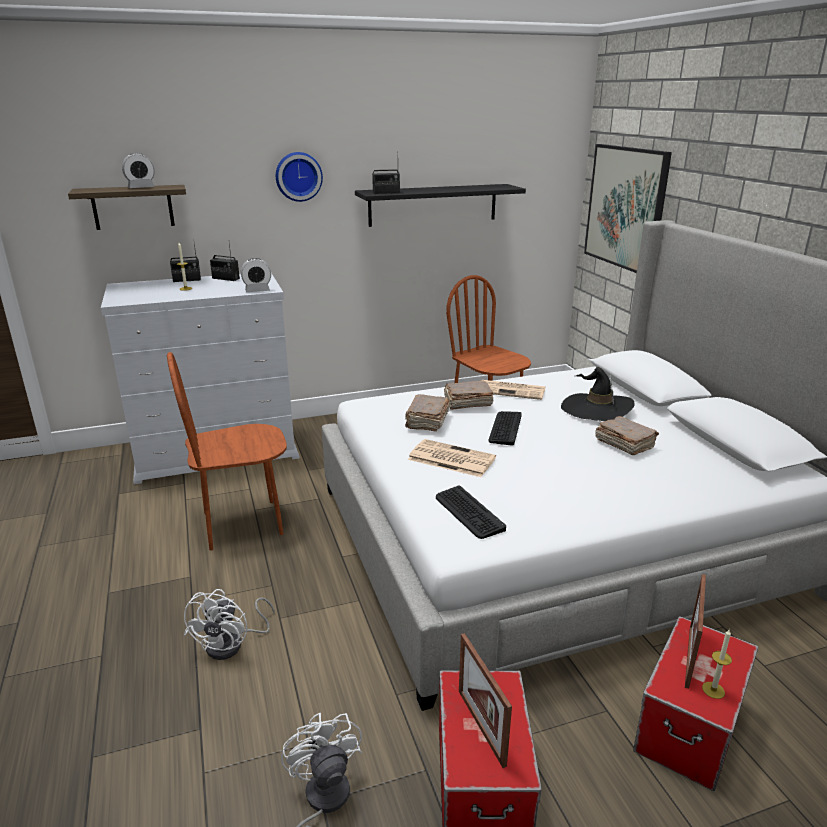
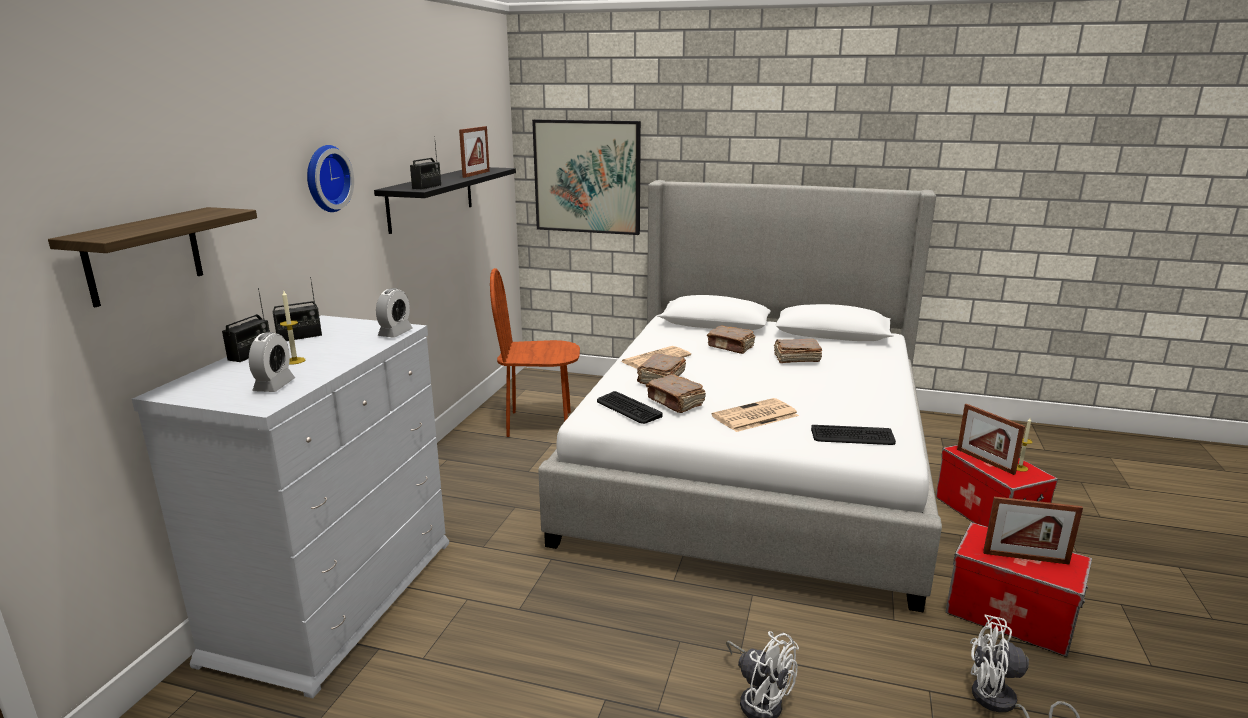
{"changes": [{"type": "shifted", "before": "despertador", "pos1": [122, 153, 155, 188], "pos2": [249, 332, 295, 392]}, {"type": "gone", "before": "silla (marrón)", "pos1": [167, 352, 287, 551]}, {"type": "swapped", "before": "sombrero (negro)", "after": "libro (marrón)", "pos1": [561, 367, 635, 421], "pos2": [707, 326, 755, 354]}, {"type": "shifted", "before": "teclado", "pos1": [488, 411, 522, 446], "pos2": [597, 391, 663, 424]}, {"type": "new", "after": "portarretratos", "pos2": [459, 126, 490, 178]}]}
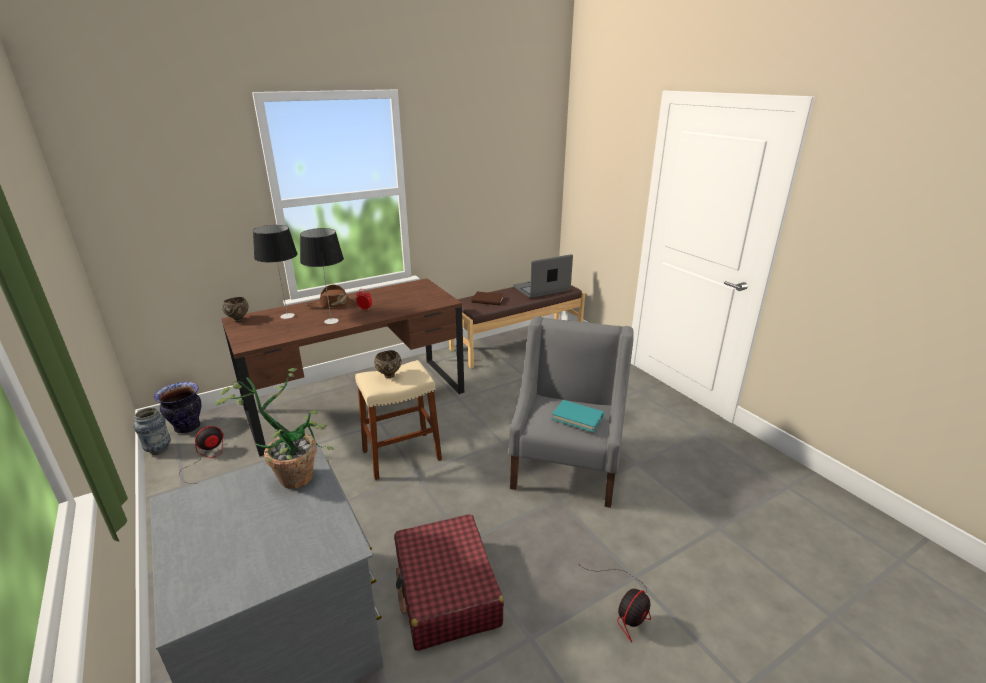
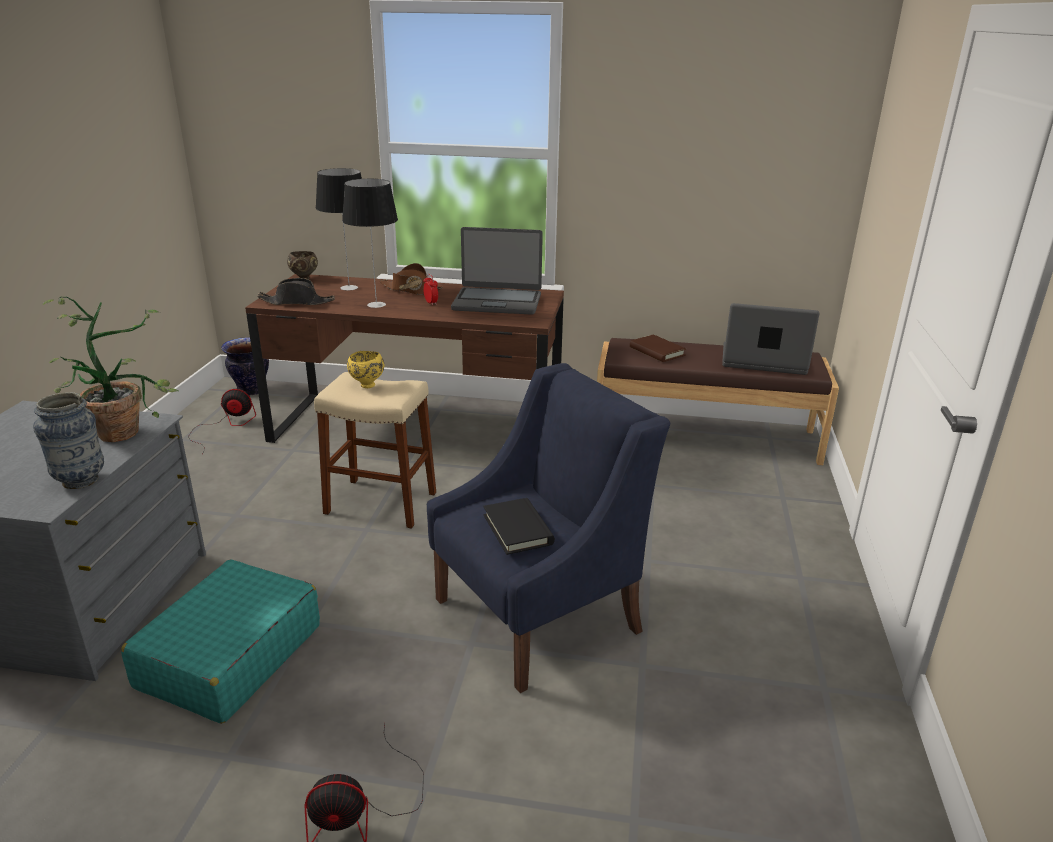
{"changes": [{"type": "repainted", "before": "sillón (gris)", "after": "sillón (azul)", "pos1": [509, 316, 633, 508], "pos2": [427, 363, 670, 693]}, {"type": "repainted", "before": "cuenco (marrón)", "after": "cuenco (amarillo)", "pos1": [374, 350, 402, 378], "pos2": [347, 351, 385, 388]}, {"type": "repainted", "before": "libro (turquesa)", "after": "libro (negro)", "pos1": [552, 400, 604, 432], "pos2": [483, 498, 555, 555]}, {"type": "shifted", "before": "florero", "pos1": [134, 407, 171, 455], "pos2": [33, 392, 104, 489]}, {"type": "repainted", "before": "maleta (rojo)", "after": "maleta (turquesa)", "pos1": [395, 514, 504, 651], "pos2": [121, 559, 320, 724]}, {"type": "new", "after": "portátil", "pos2": [451, 227, 543, 315]}, {"type": "new", "after": "sombrero (negro)", "pos2": [257, 278, 335, 305]}]}
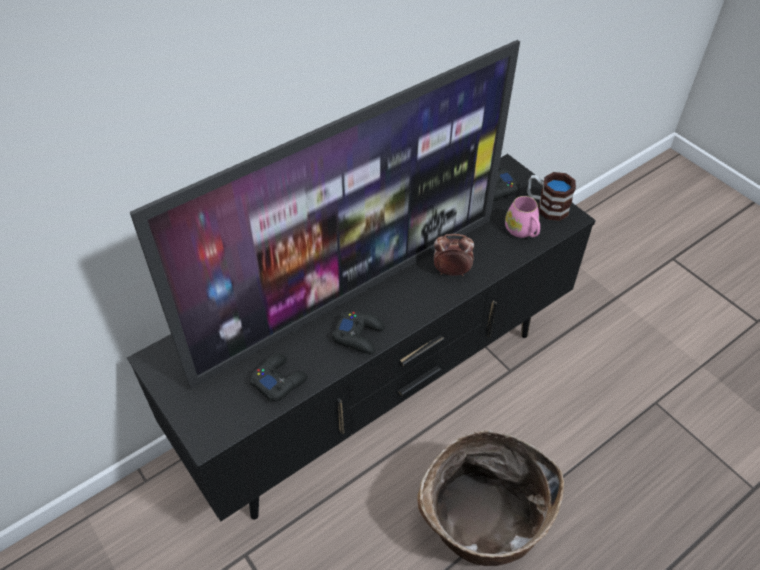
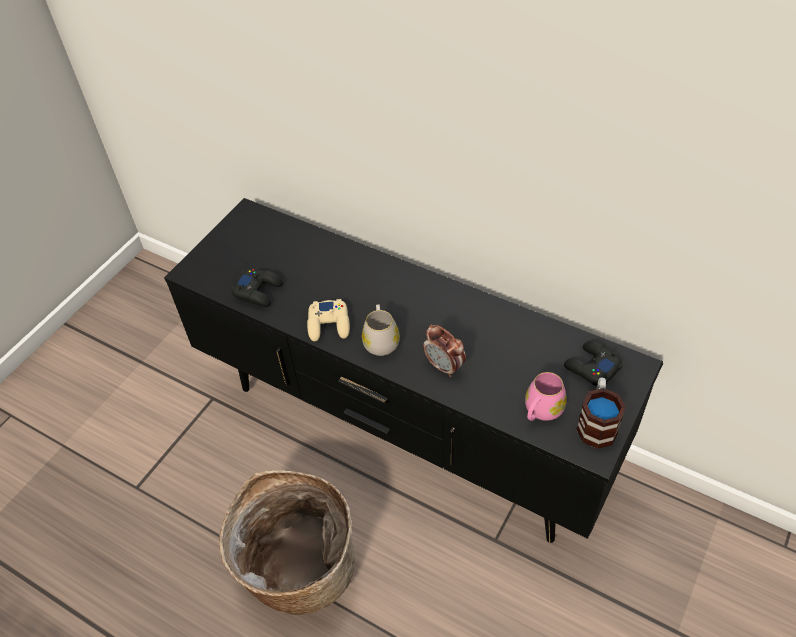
{"changes": [{"type": "gone", "before": "televisor", "pos1": [130, 40, 520, 389]}, {"type": "rotated", "before": "despertador", "pos1": [434, 234, 474, 276], "pos2": [423, 324, 466, 377], "turn": 150}, {"type": "repainted", "before": "mando de consola (negro)", "after": "mando de consola (beis)", "pos1": [332, 311, 384, 354], "pos2": [307, 299, 350, 341]}, {"type": "new", "after": "taza grande (blanco)", "pos2": [362, 305, 400, 356]}]}
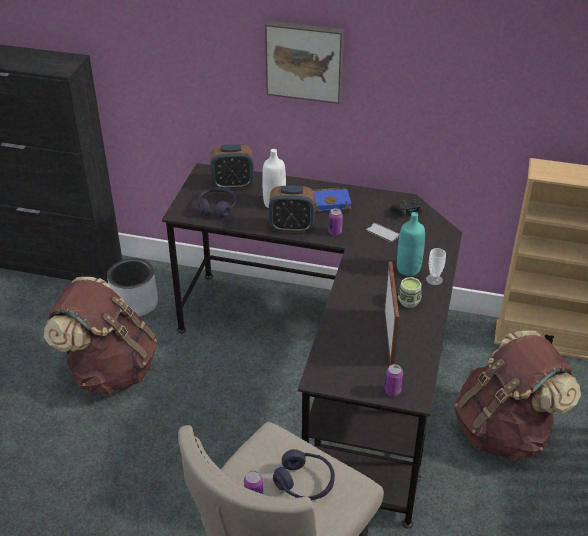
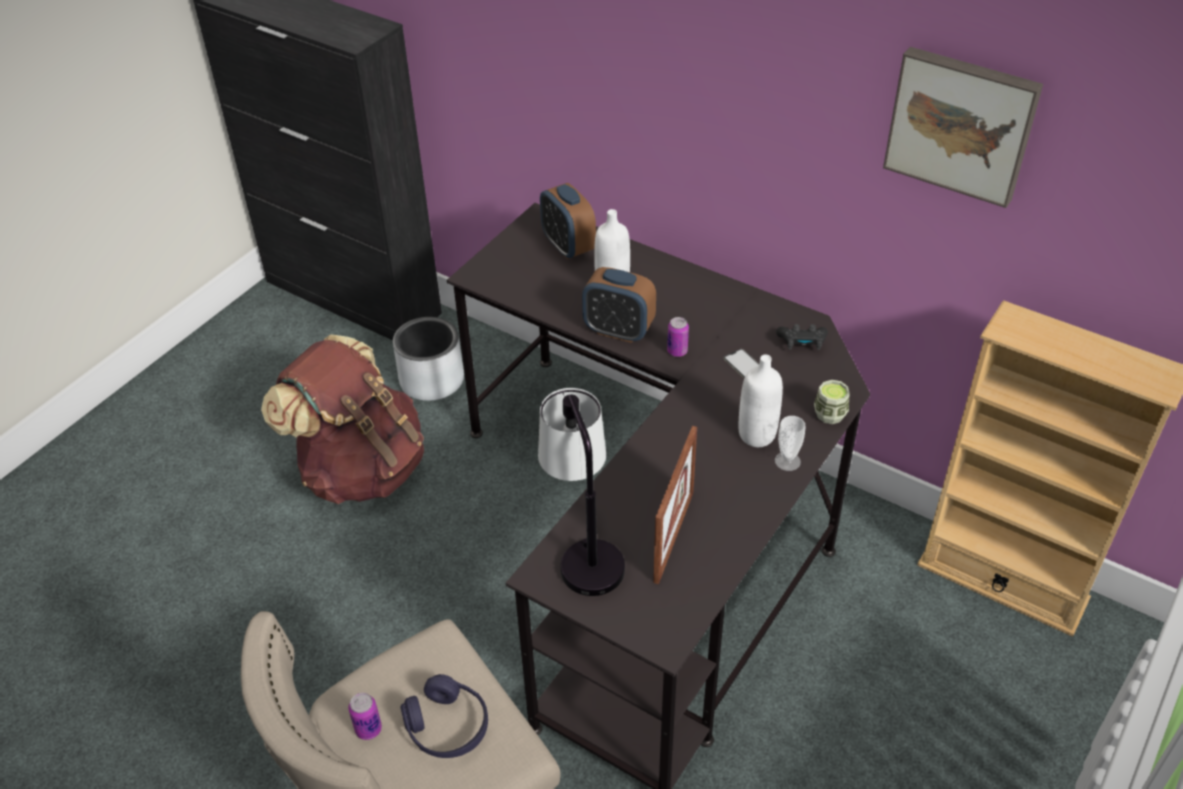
{"changes": [{"type": "shifted", "before": "cuadro", "pos1": [265, 21, 344, 104], "pos2": [883, 47, 1043, 208]}, {"type": "rotated", "before": "despertador", "pos1": [210, 144, 254, 189], "pos2": [540, 183, 596, 259], "turn": 45}, {"type": "gone", "before": "auriculares (morado)", "pos1": [198, 187, 237, 218]}, {"type": "gone", "before": "libro (azul)", "pos1": [312, 187, 351, 213]}, {"type": "repainted", "before": "botella (turquesa)", "after": "botella (blanco)", "pos1": [397, 212, 425, 276], "pos2": [739, 354, 783, 447]}, {"type": "shifted", "before": "taza", "pos1": [398, 277, 422, 308], "pos2": [814, 380, 849, 424]}, {"type": "gone", "before": "mochila (marrón)", "pos1": [454, 331, 581, 461]}, {"type": "gone", "before": "lata", "pos1": [385, 364, 403, 396]}, {"type": "new", "after": "lámpara de mesa", "pos2": [538, 388, 625, 596]}]}
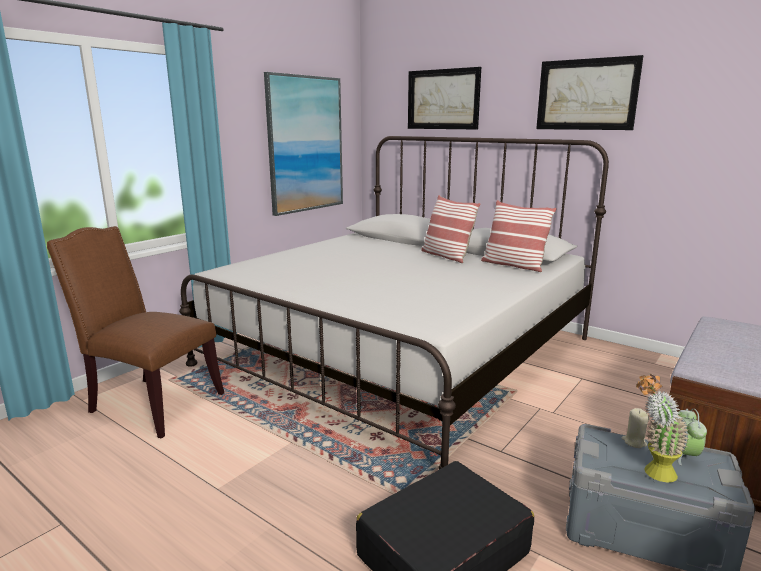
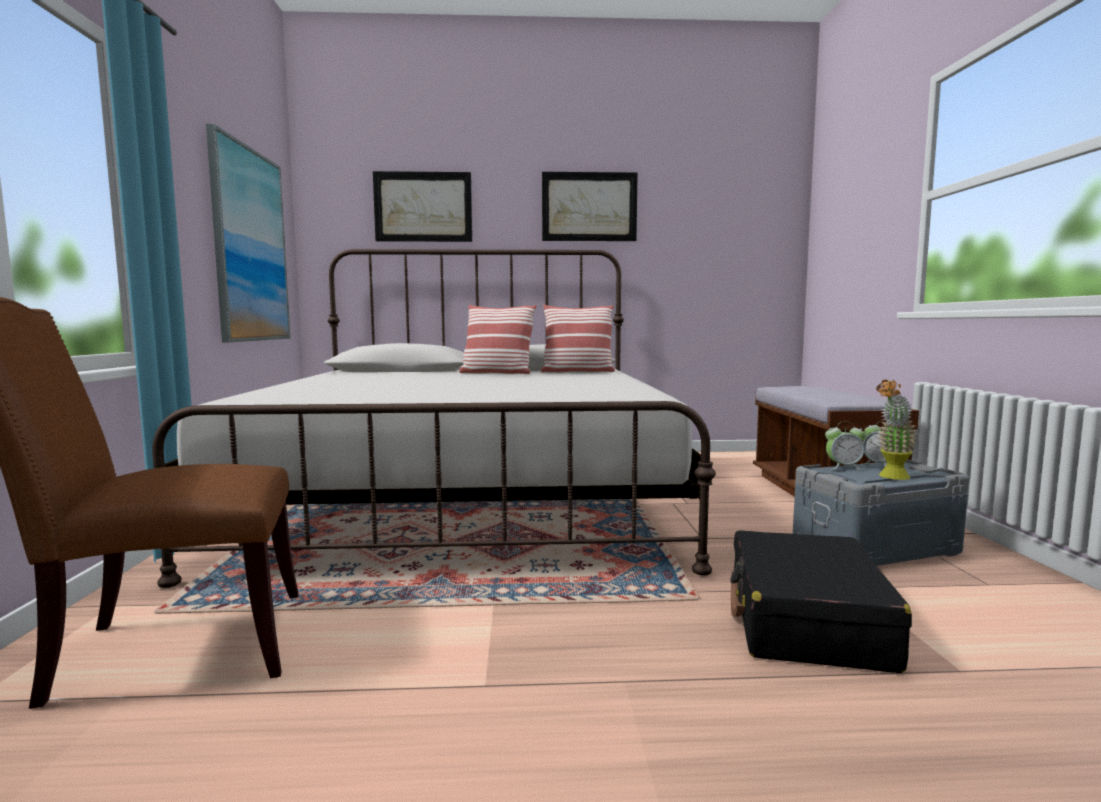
{"changes": [{"type": "swapped", "before": "vela (beis)", "after": "despertador", "pos1": [622, 408, 649, 448], "pos2": [825, 422, 866, 470]}]}
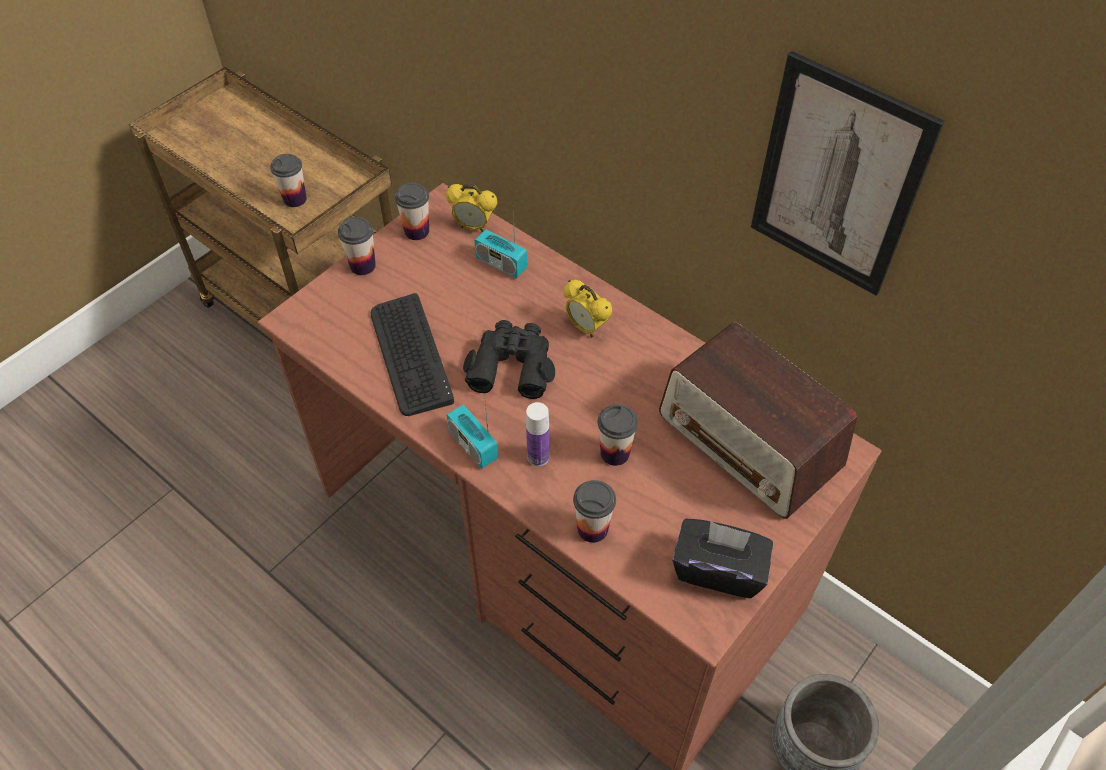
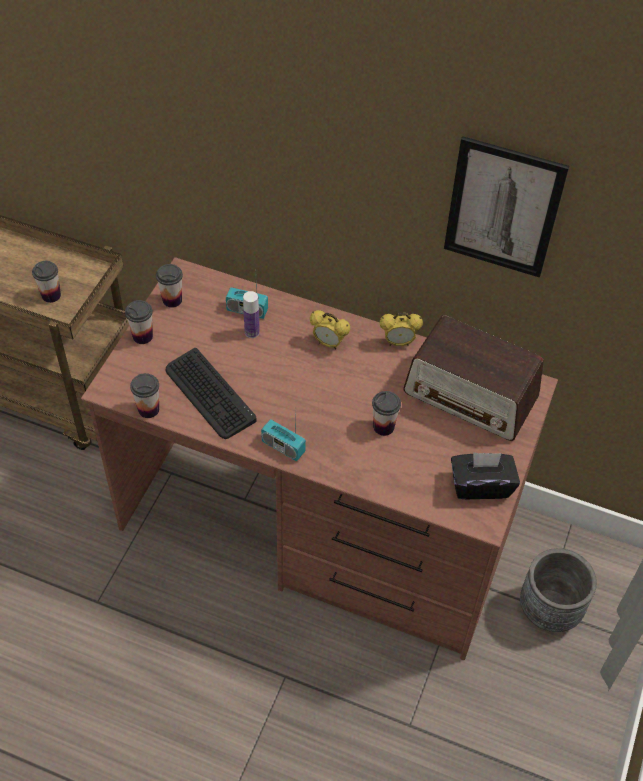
{"changes": [{"type": "shifted", "before": "despertador", "pos1": [446, 184, 498, 232], "pos2": [380, 313, 423, 346]}, {"type": "gone", "before": "prismáticos (negro)", "pos1": [463, 320, 555, 399]}, {"type": "shifted", "before": "botella", "pos1": [526, 402, 549, 466], "pos2": [243, 291, 260, 338]}, {"type": "shifted", "before": "taza", "pos1": [573, 480, 616, 543], "pos2": [130, 373, 159, 418]}]}
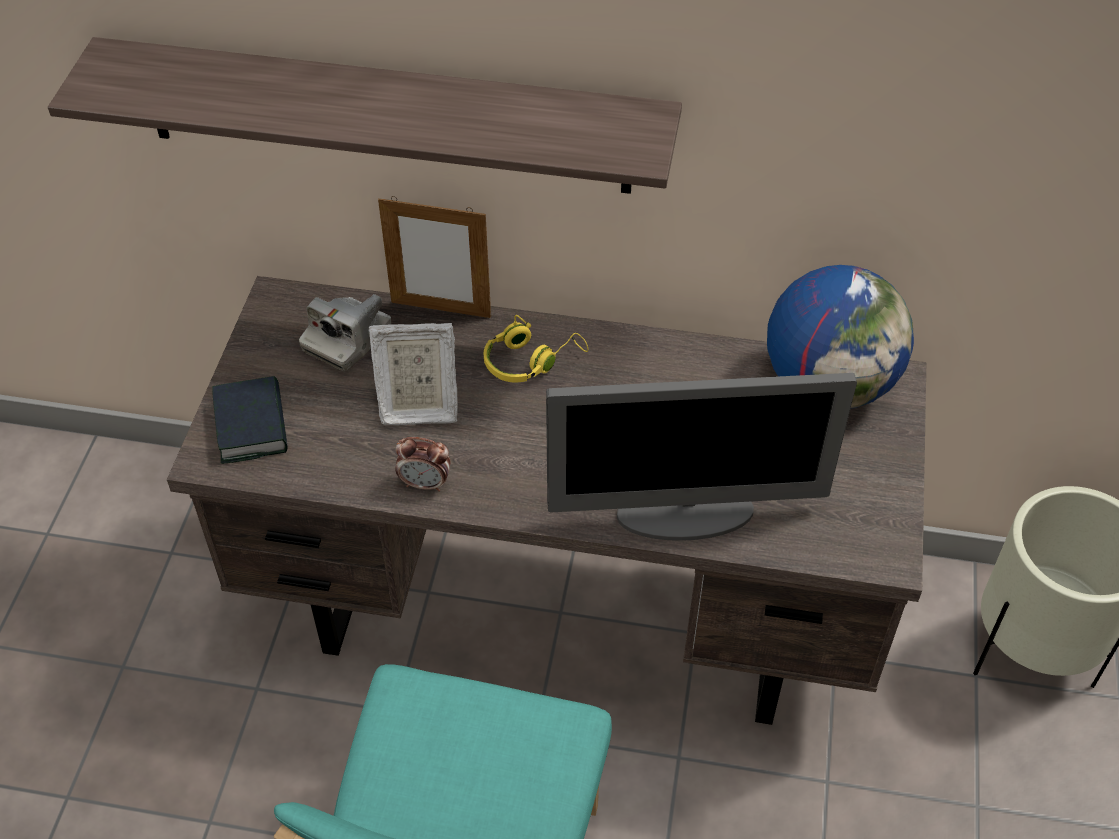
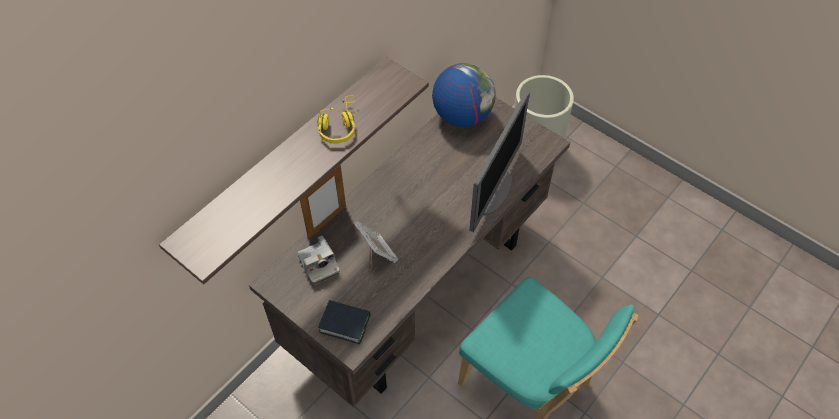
{"changes": [{"type": "shifted", "before": "auriculares (amarillo)", "pos1": [484, 315, 588, 383], "pos2": [318, 96, 356, 143]}, {"type": "rotated", "before": "portarretratos", "pos1": [368, 323, 458, 426], "pos2": [353, 221, 398, 269], "turn": -60}, {"type": "gone", "before": "despertador", "pos1": [395, 437, 451, 492]}]}
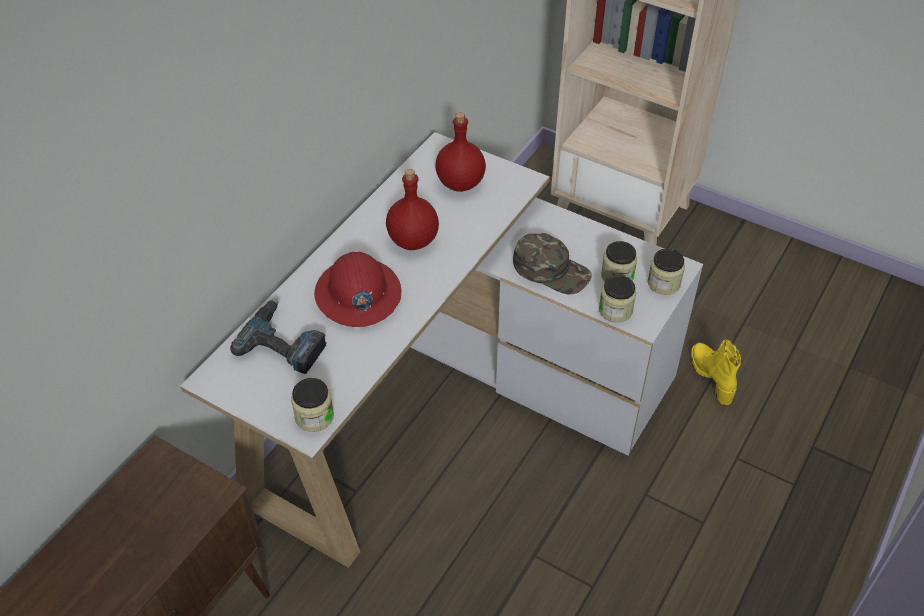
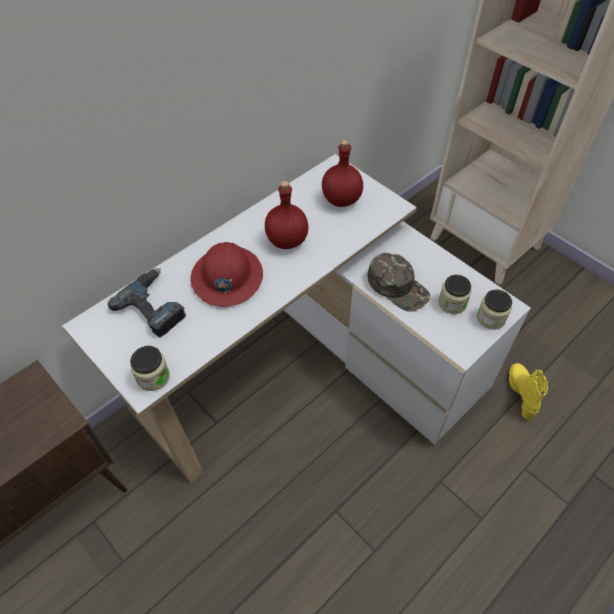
{"changes": [{"type": "gone", "before": "tarro", "pos1": [599, 275, 636, 323]}]}
